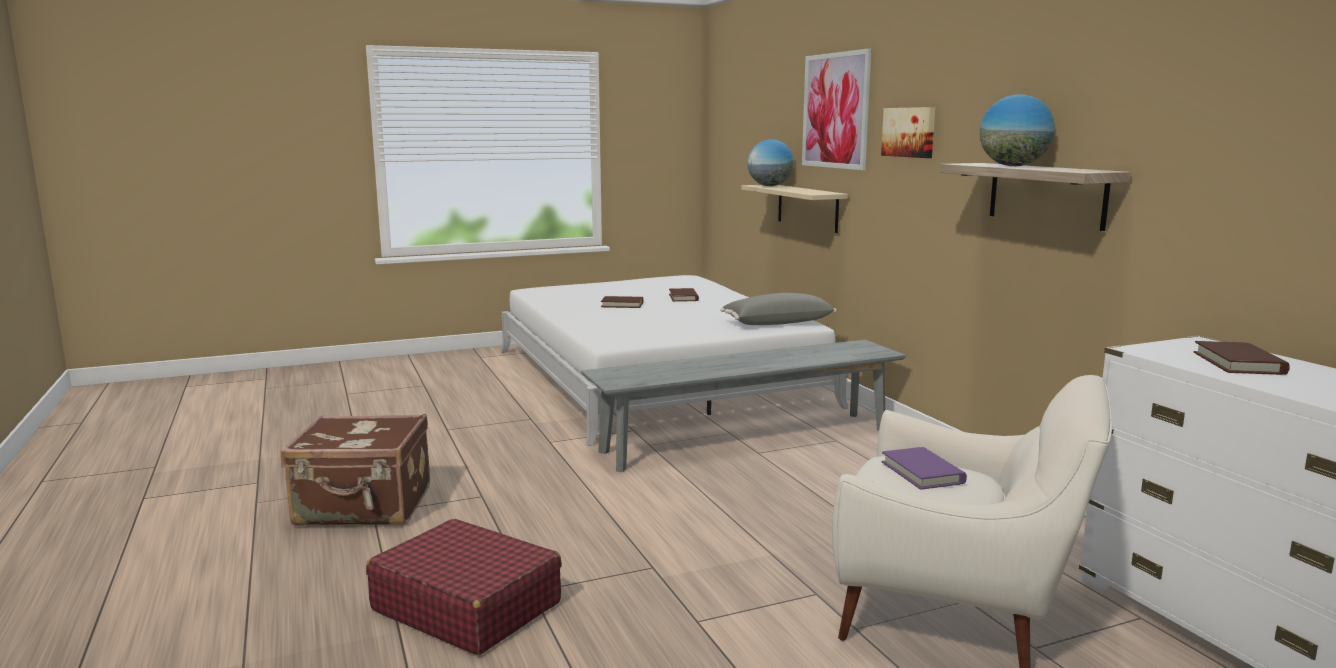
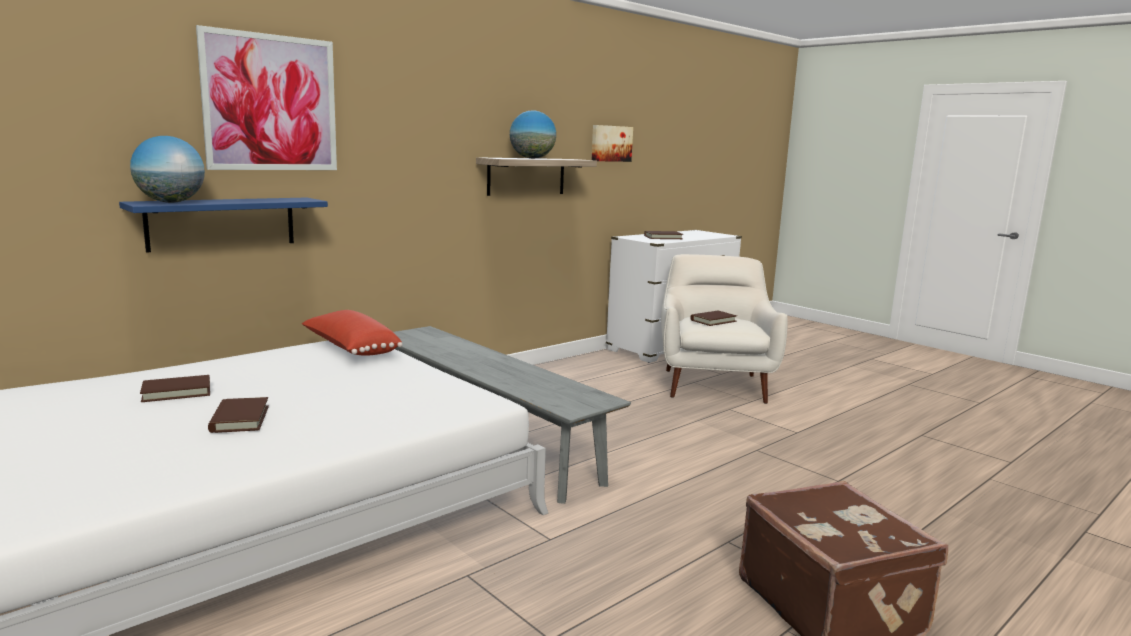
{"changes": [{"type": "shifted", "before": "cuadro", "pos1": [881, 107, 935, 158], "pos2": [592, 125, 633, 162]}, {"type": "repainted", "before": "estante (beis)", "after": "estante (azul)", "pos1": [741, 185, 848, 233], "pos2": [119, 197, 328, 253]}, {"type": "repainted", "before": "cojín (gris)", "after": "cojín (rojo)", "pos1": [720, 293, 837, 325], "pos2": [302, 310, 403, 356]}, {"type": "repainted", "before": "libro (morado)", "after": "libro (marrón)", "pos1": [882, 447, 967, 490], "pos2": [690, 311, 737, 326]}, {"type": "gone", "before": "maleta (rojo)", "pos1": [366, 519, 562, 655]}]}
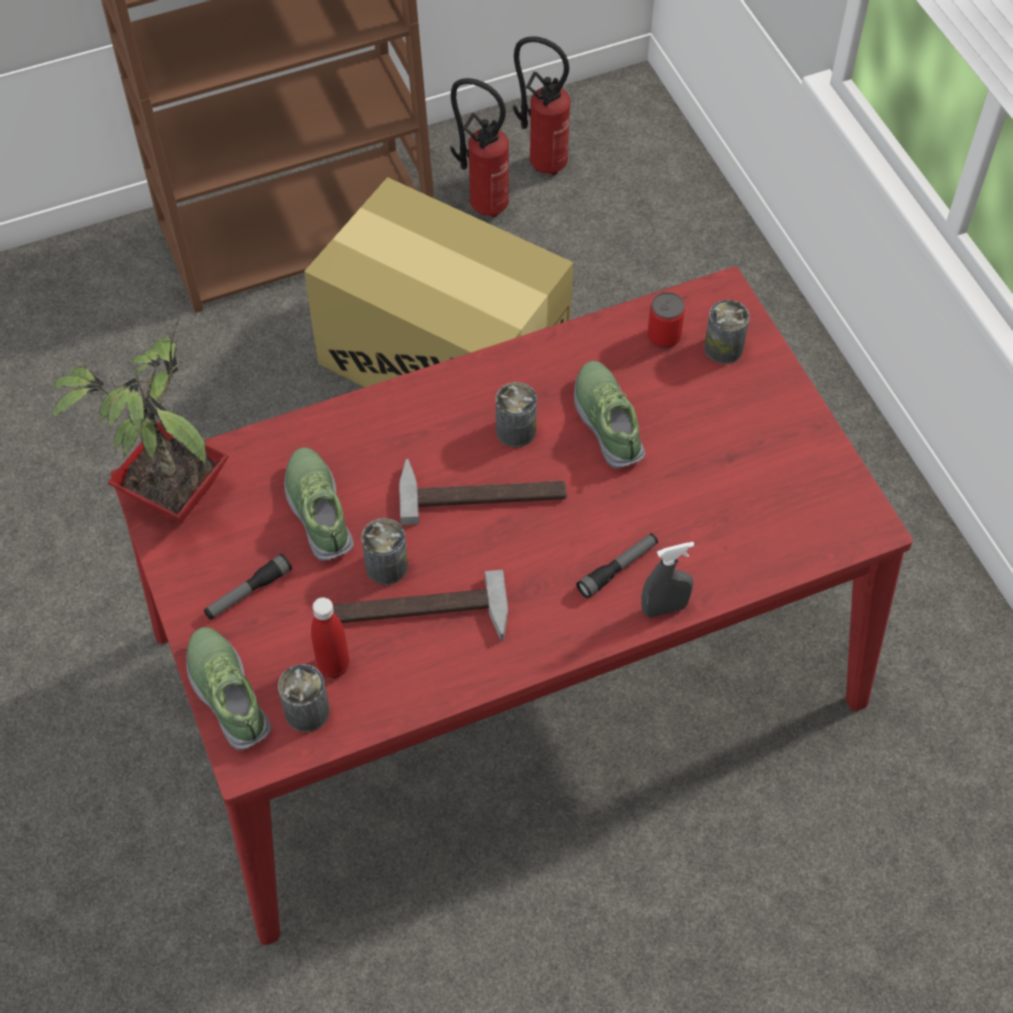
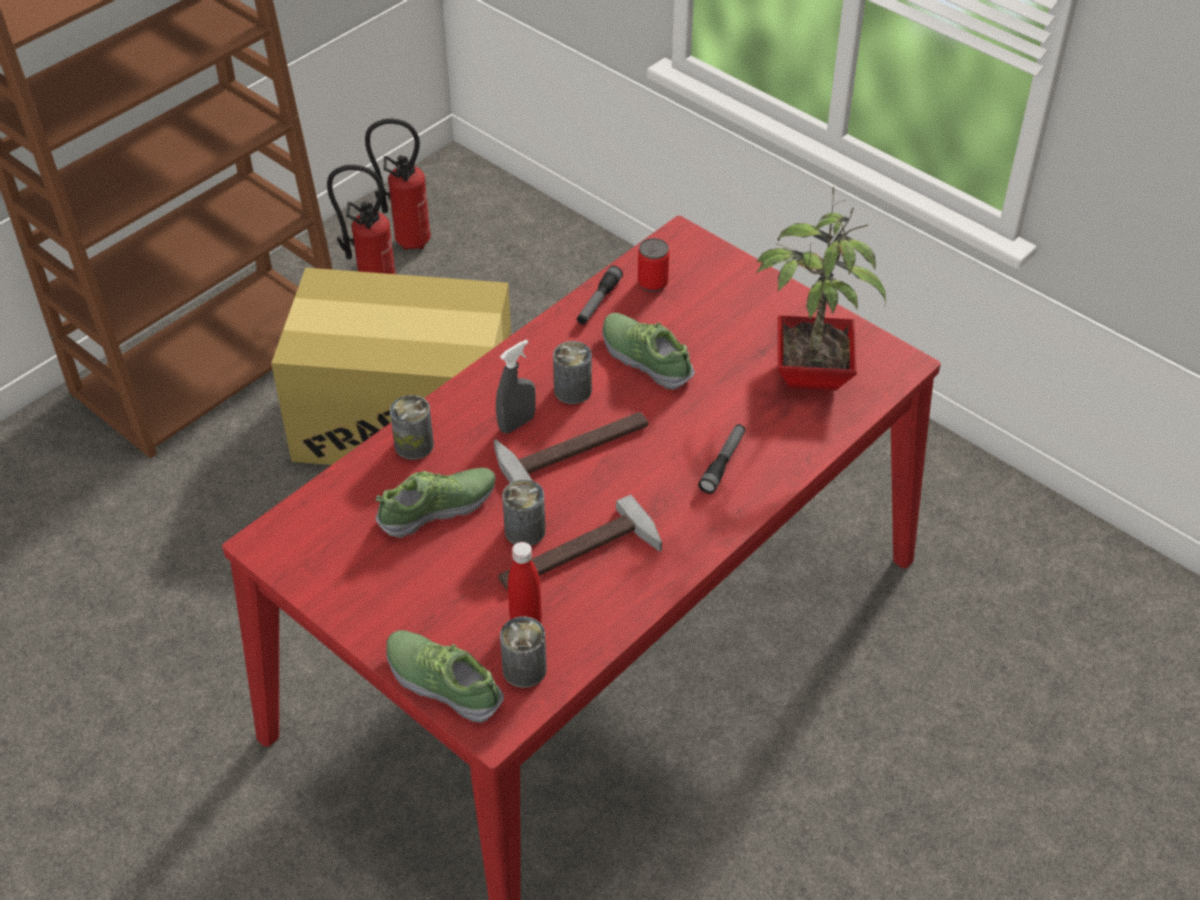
{"changes": [{"type": "shifted", "before": "lata", "pos1": [704, 300, 750, 364], "pos2": [390, 395, 434, 460]}, {"type": "shifted", "before": "planta en maceta", "pos1": [50, 319, 229, 523], "pos2": [756, 187, 886, 390]}, {"type": "rotated", "before": "zapato", "pos1": [284, 447, 354, 561], "pos2": [376, 468, 496, 538], "turn": 105}, {"type": "shifted", "before": "pulverizador (gris)", "pos1": [641, 542, 694, 618], "pos2": [496, 340, 536, 433]}, {"type": "shifted", "before": "linterna", "pos1": [204, 554, 292, 620], "pos2": [577, 266, 623, 325]}]}
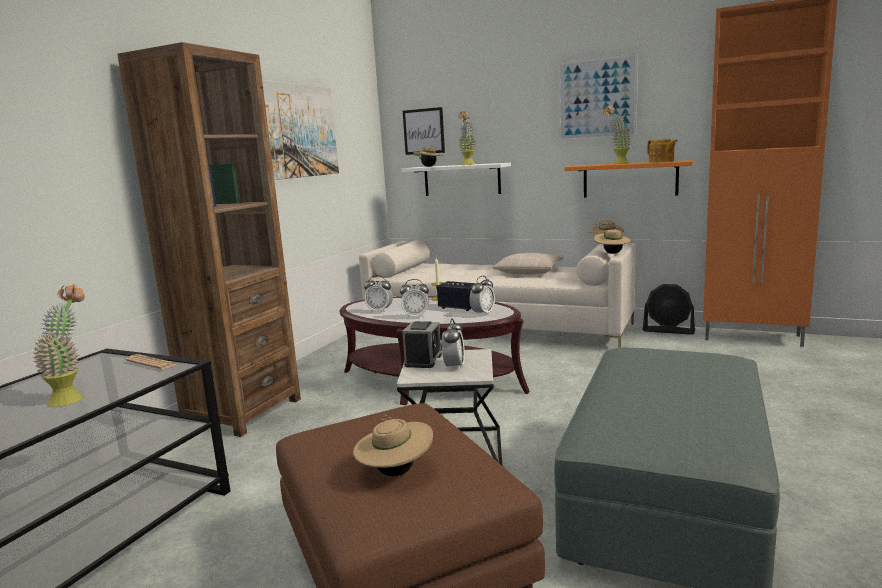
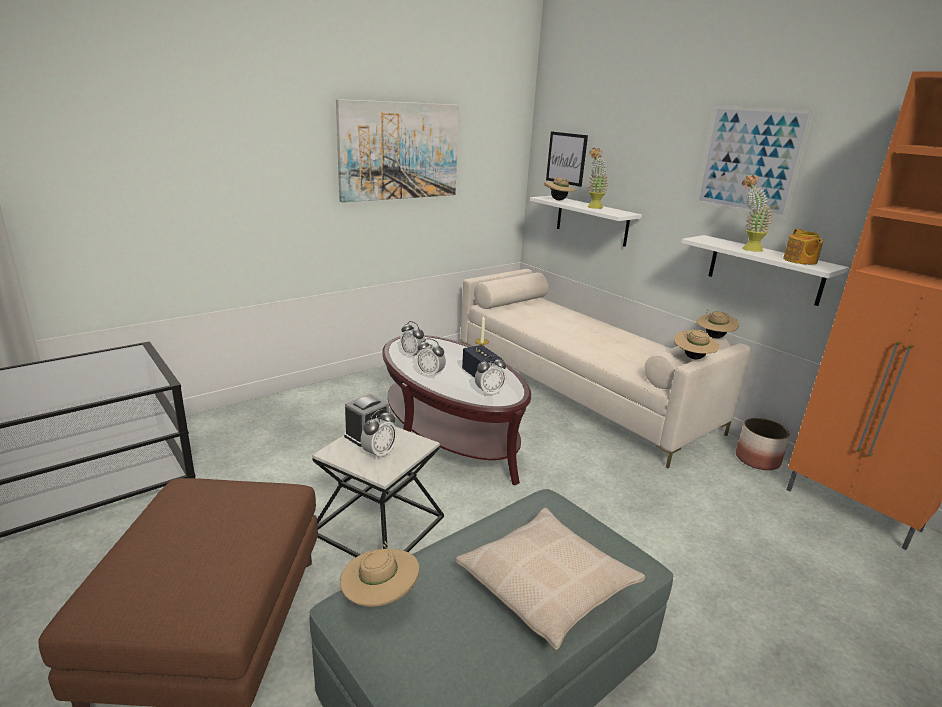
{"changes": [{"type": "gone", "before": "estantería (marrón)", "pos1": [117, 42, 301, 437]}, {"type": "repainted", "before": "estante (naranja)", "after": "estante (blanco)", "pos1": [564, 160, 693, 198], "pos2": [681, 235, 849, 306]}, {"type": "shifted", "before": "cojín (beis)", "pos1": [493, 253, 563, 274], "pos2": [456, 508, 645, 650]}, {"type": "gone", "before": "planta en maceta", "pos1": [33, 284, 85, 407]}, {"type": "swapped", "before": "ventilador (negro)", "after": "maceta", "pos1": [643, 284, 695, 335], "pos2": [736, 418, 790, 470]}, {"type": "gone", "before": "periódico", "pos1": [125, 354, 176, 369]}, {"type": "shifted", "before": "sombrero (beis)", "pos1": [353, 414, 433, 476], "pos2": [340, 541, 419, 607]}]}
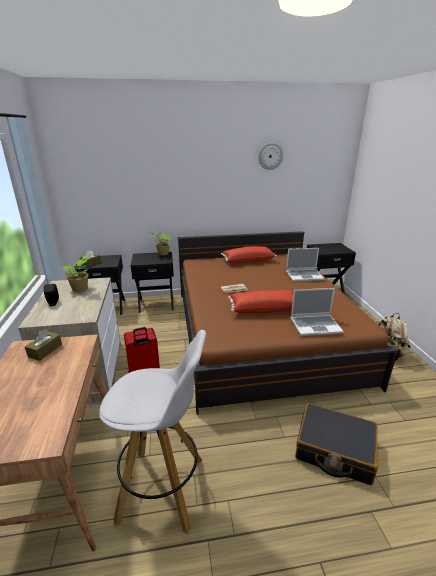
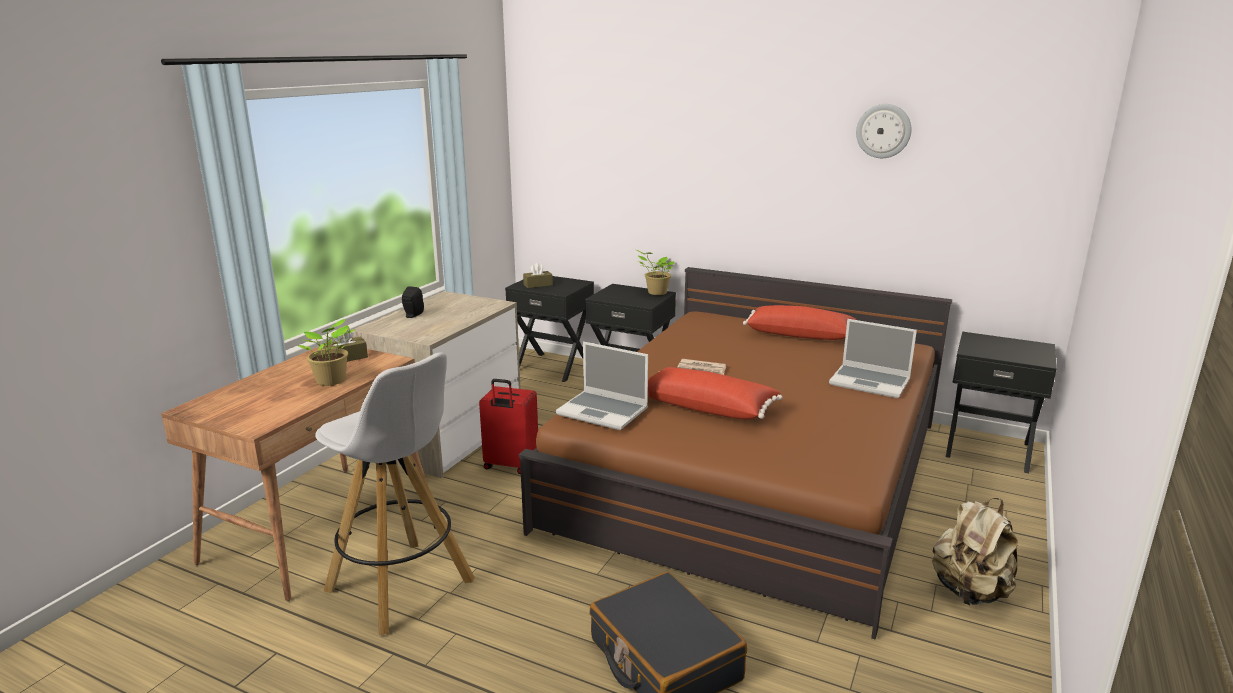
{"changes": [{"type": "shifted", "before": "planta en maceta", "pos1": [61, 255, 89, 292], "pos2": [298, 319, 354, 386]}, {"type": "shifted", "before": "portátil", "pos1": [290, 288, 344, 336], "pos2": [555, 342, 648, 430]}]}
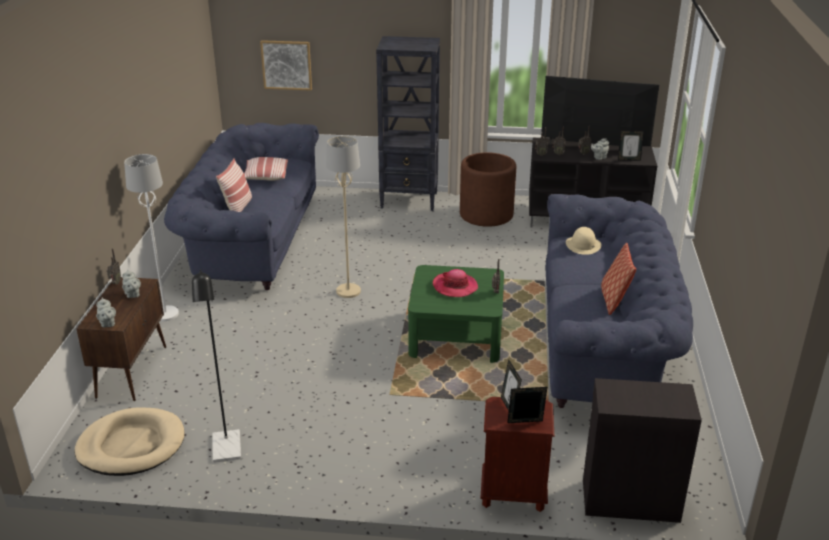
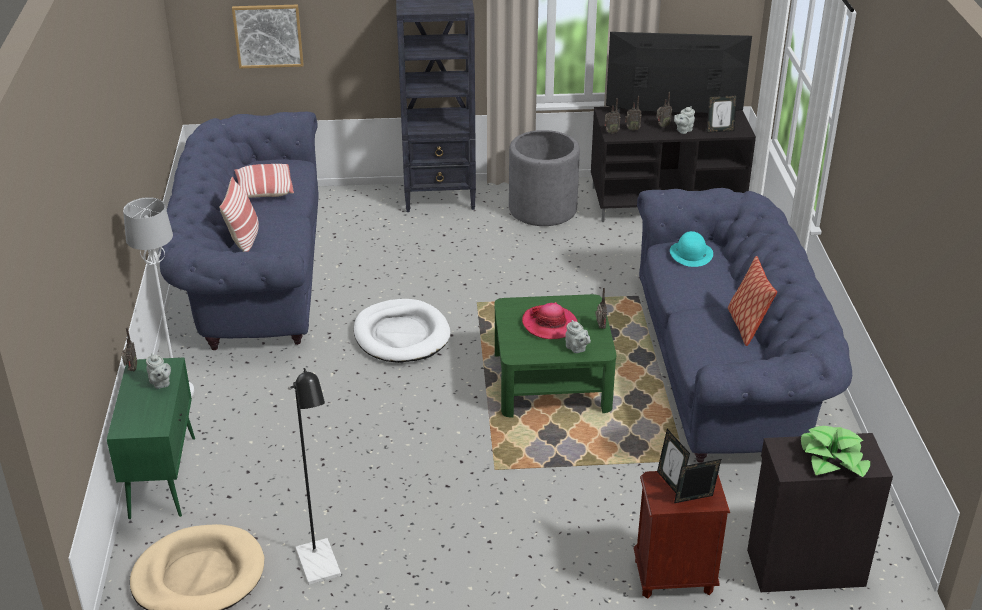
{"changes": [{"type": "swapped", "before": "lámpara de pie (beis)", "after": "cama para perro (blanco)", "pos1": [326, 136, 361, 298], "pos2": [354, 299, 450, 363]}, {"type": "repainted", "before": "maceta (marrón)", "after": "maceta (gris)", "pos1": [460, 152, 516, 227], "pos2": [509, 130, 580, 226]}, {"type": "repainted", "before": "sombrero (beis)", "after": "sombrero (turquesa)", "pos1": [566, 227, 601, 255], "pos2": [670, 231, 713, 267]}, {"type": "repainted", "before": "armario (marrón)", "after": "armario (verde)", "pos1": [77, 277, 166, 401], "pos2": [107, 357, 195, 519]}, {"type": "shifted", "before": "tetera (gris)", "pos1": [96, 297, 116, 327], "pos2": [565, 320, 591, 353]}, {"type": "new", "after": "planta en maceta", "pos2": [801, 426, 870, 477]}]}
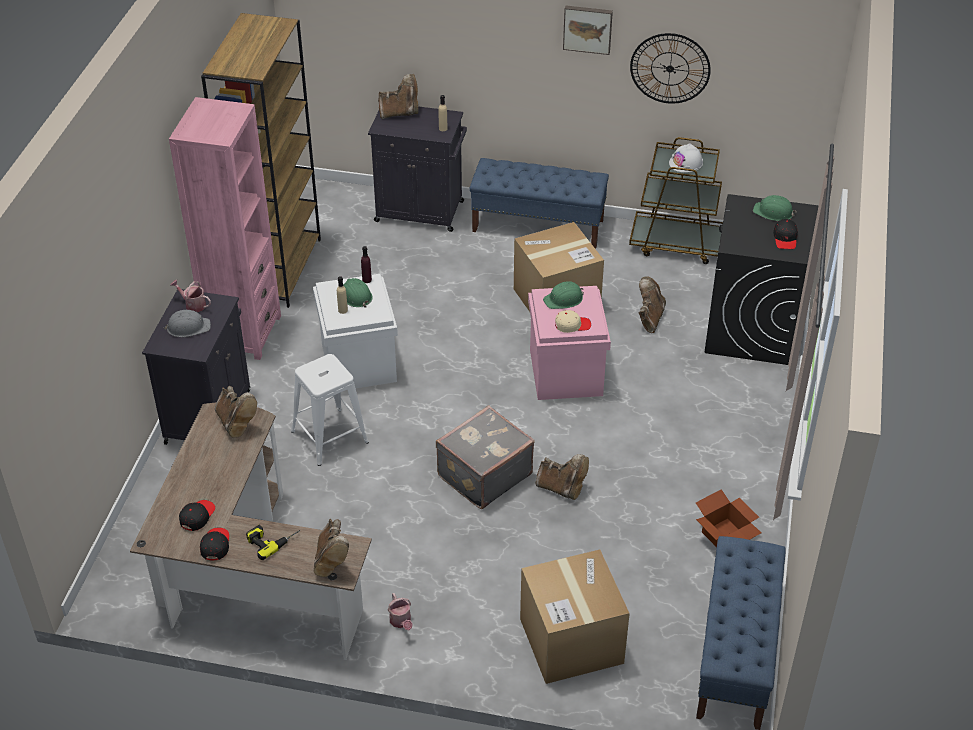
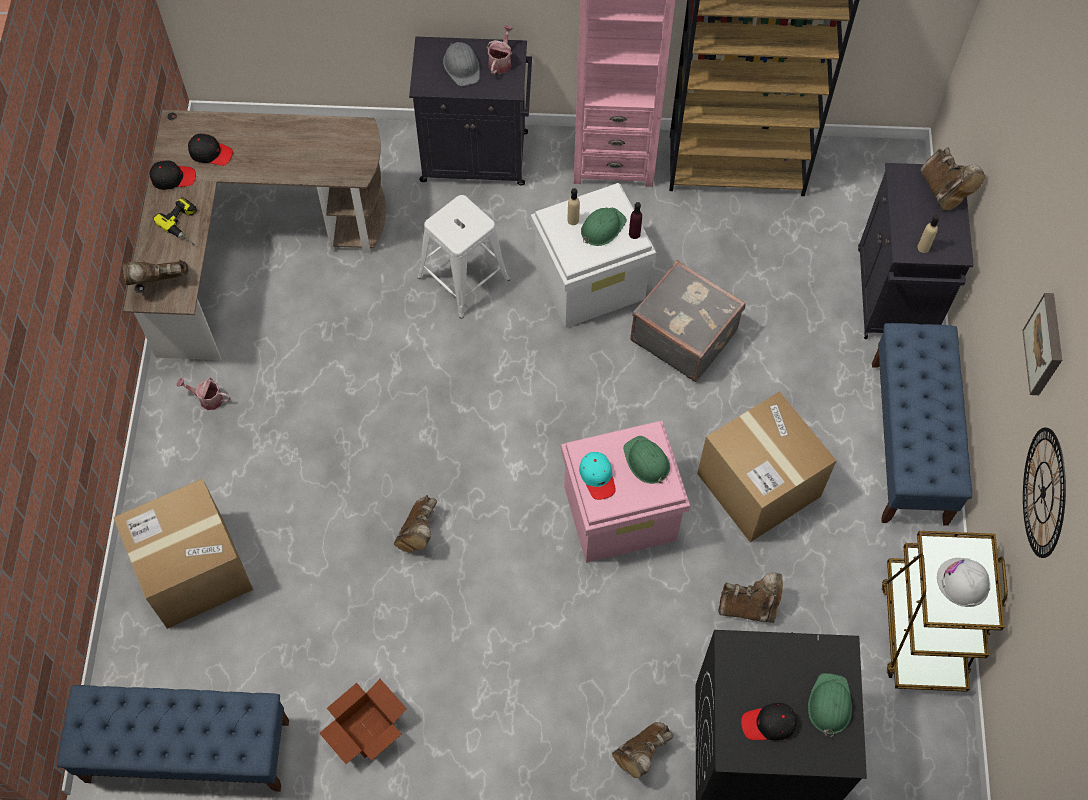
{"changes": [{"type": "repainted", "before": "gorra (beis)", "after": "gorra (turquesa)", "pos1": [555, 310, 591, 333], "pos2": [579, 452, 616, 500]}, {"type": "shifted", "before": "bota (marrón)", "pos1": [215, 386, 257, 438], "pos2": [612, 722, 674, 778]}, {"type": "shifted", "before": "maleta (gris)", "pos1": [436, 405, 535, 509], "pos2": [630, 260, 746, 382]}, {"type": "rotated", "before": "regadera", "pos1": [388, 593, 413, 630], "pos2": [176, 377, 231, 410], "turn": 45}]}
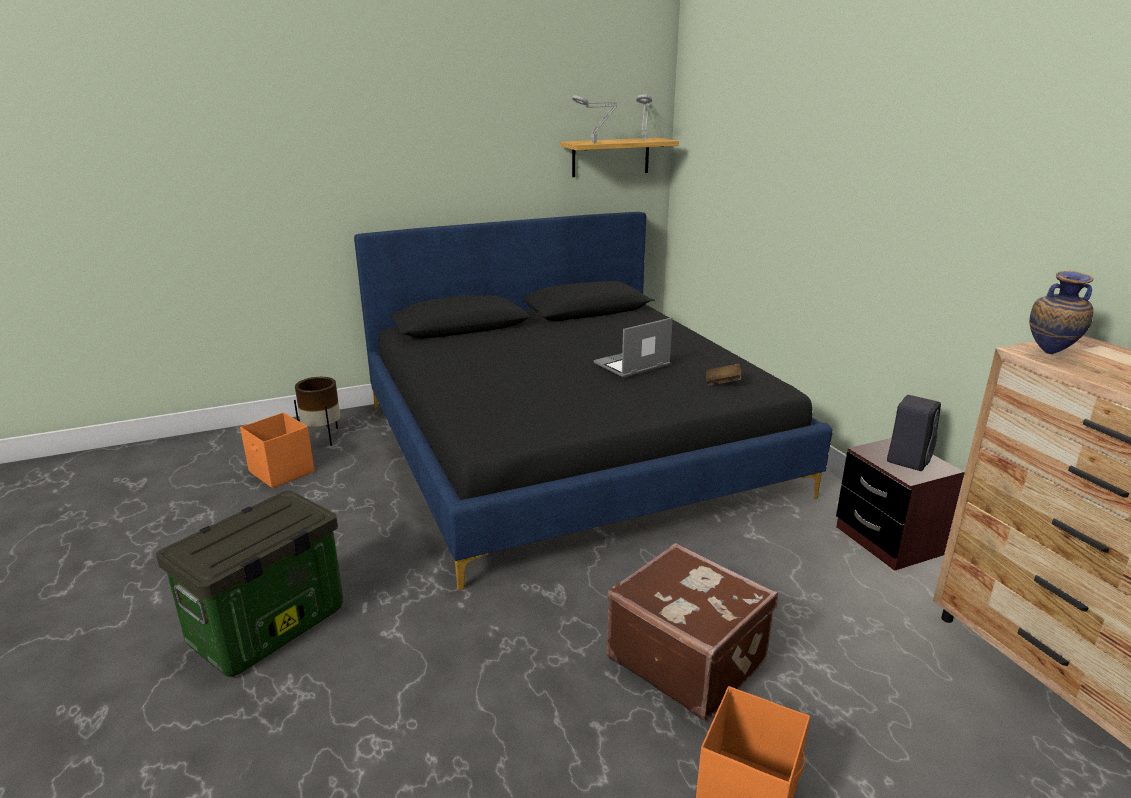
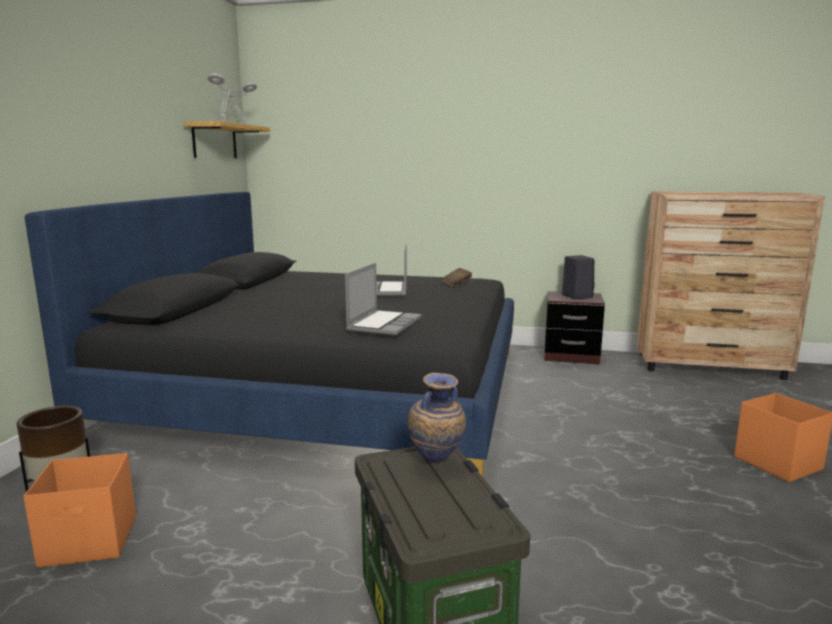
{"changes": [{"type": "shifted", "before": "florero", "pos1": [1029, 271, 1093, 354], "pos2": [408, 373, 466, 463]}, {"type": "gone", "before": "maleta (marrón)", "pos1": [606, 543, 778, 721]}, {"type": "new", "after": "portátil", "pos2": [345, 263, 421, 336]}]}
